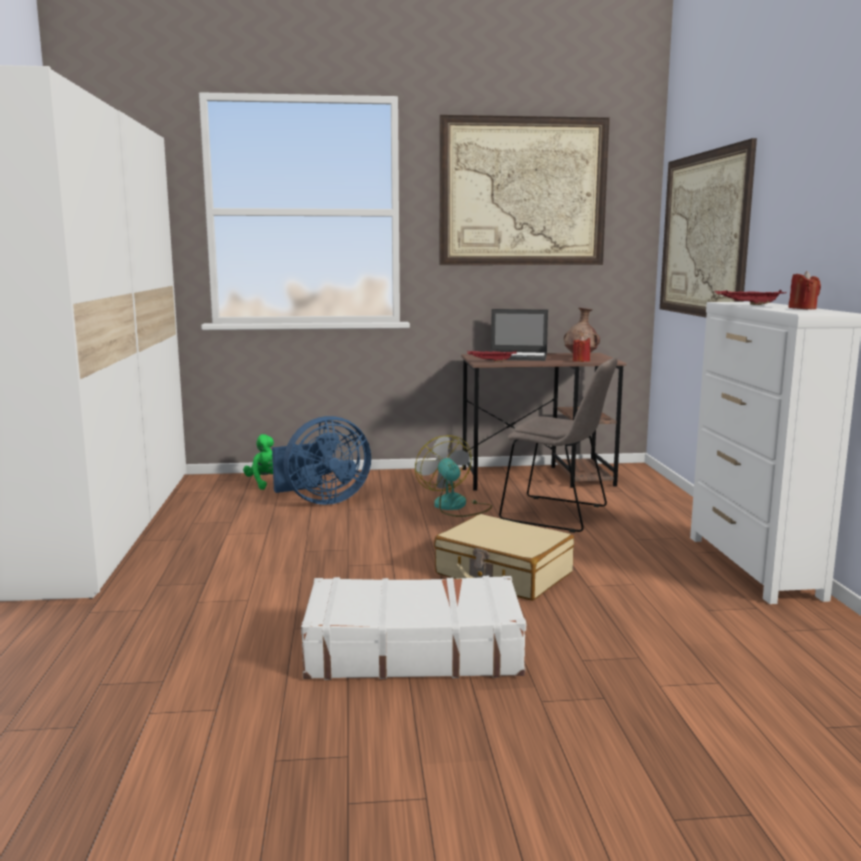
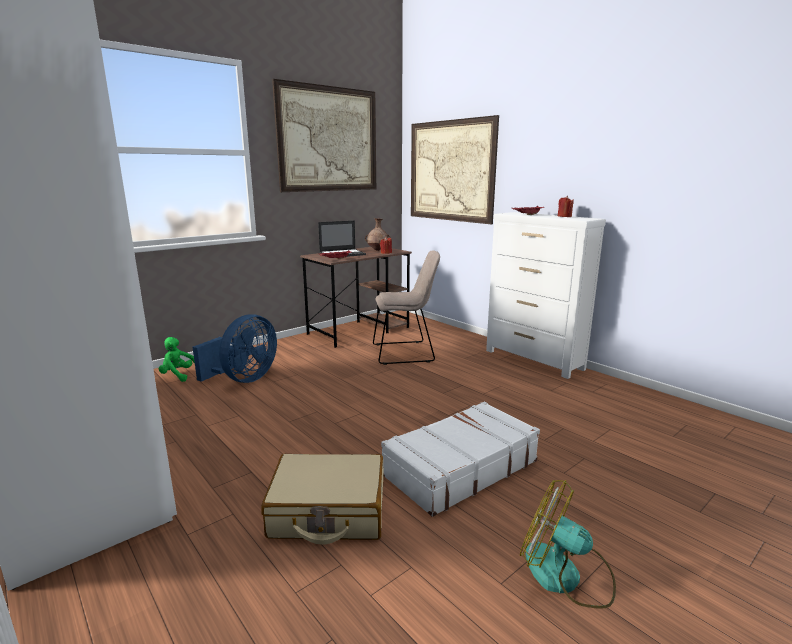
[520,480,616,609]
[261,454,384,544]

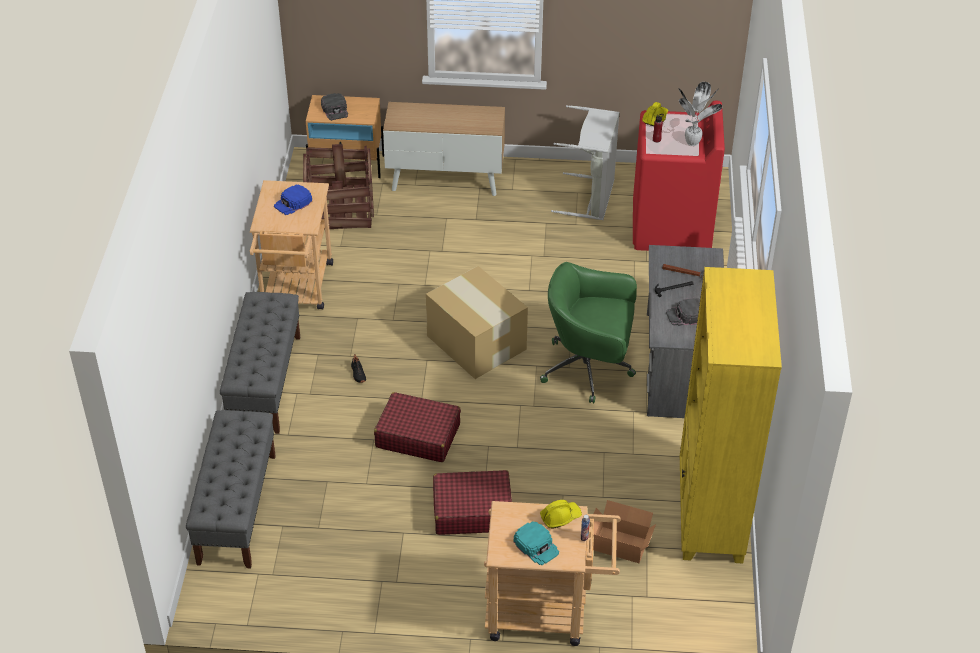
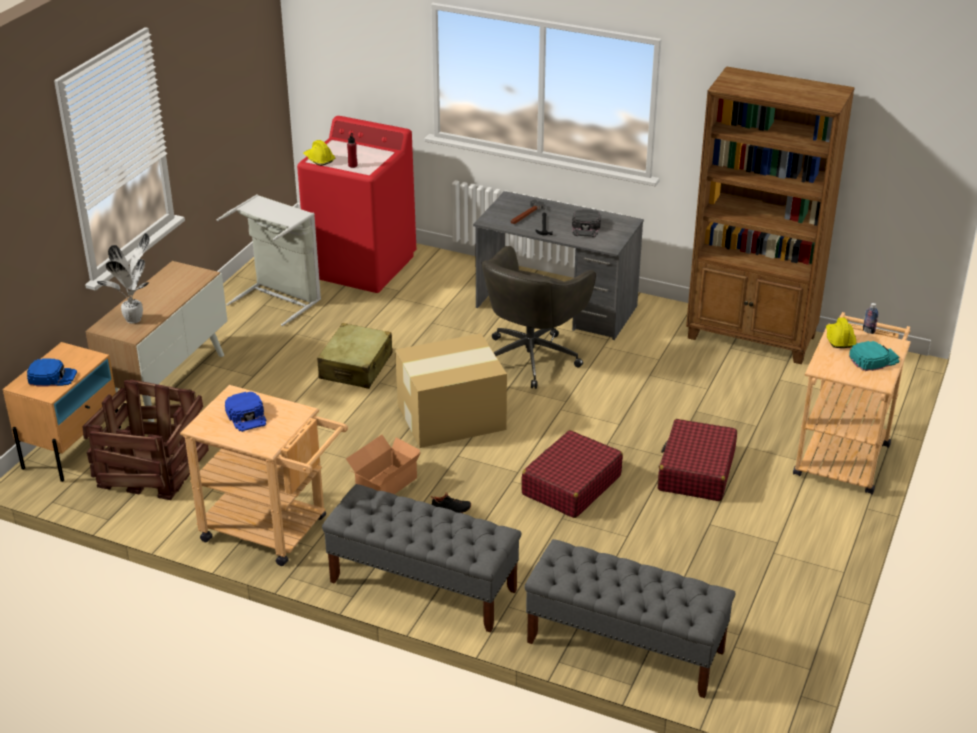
[27,358,77,387]
[482,246,596,389]
[346,435,421,494]
[97,233,150,324]
[686,66,855,364]
[317,323,393,389]

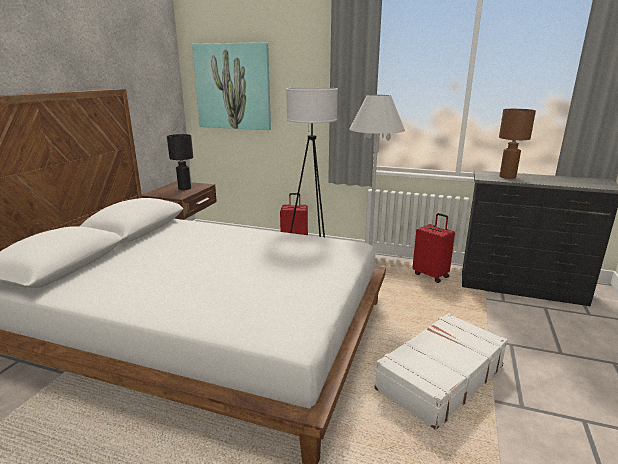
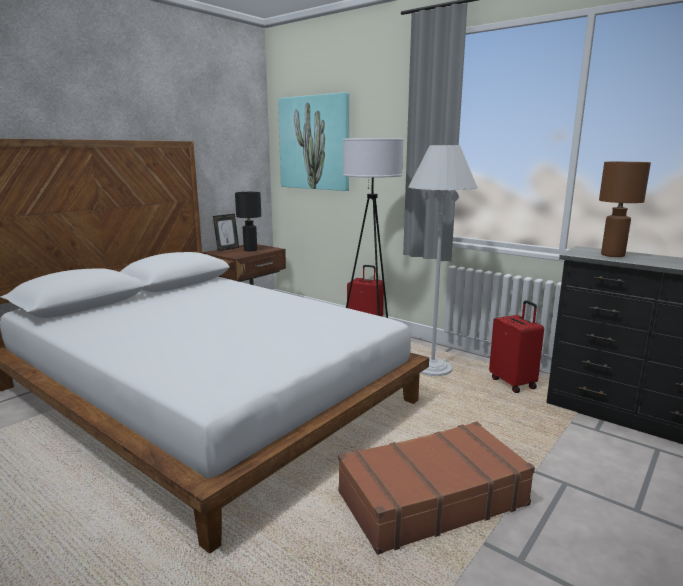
[338,421,535,555]
[213,214,239,251]

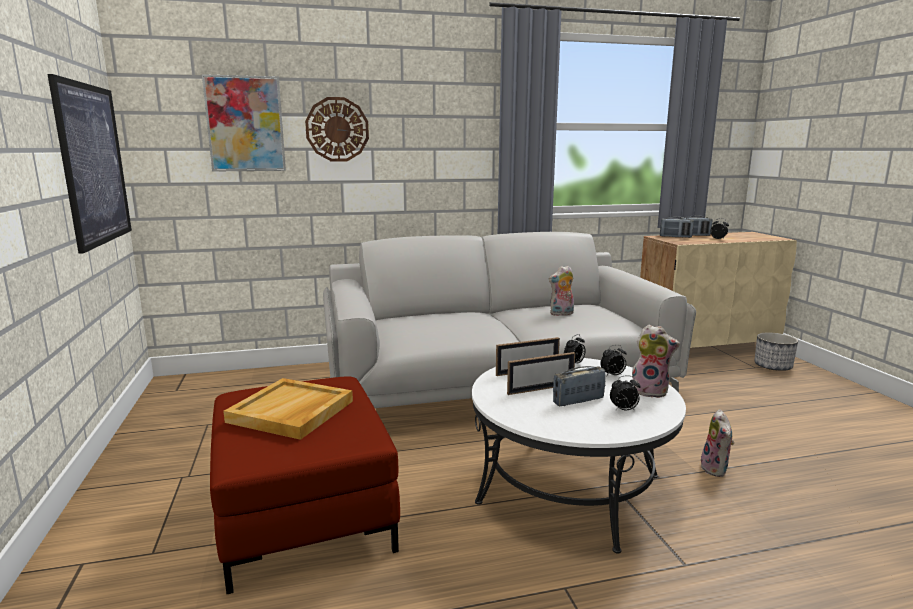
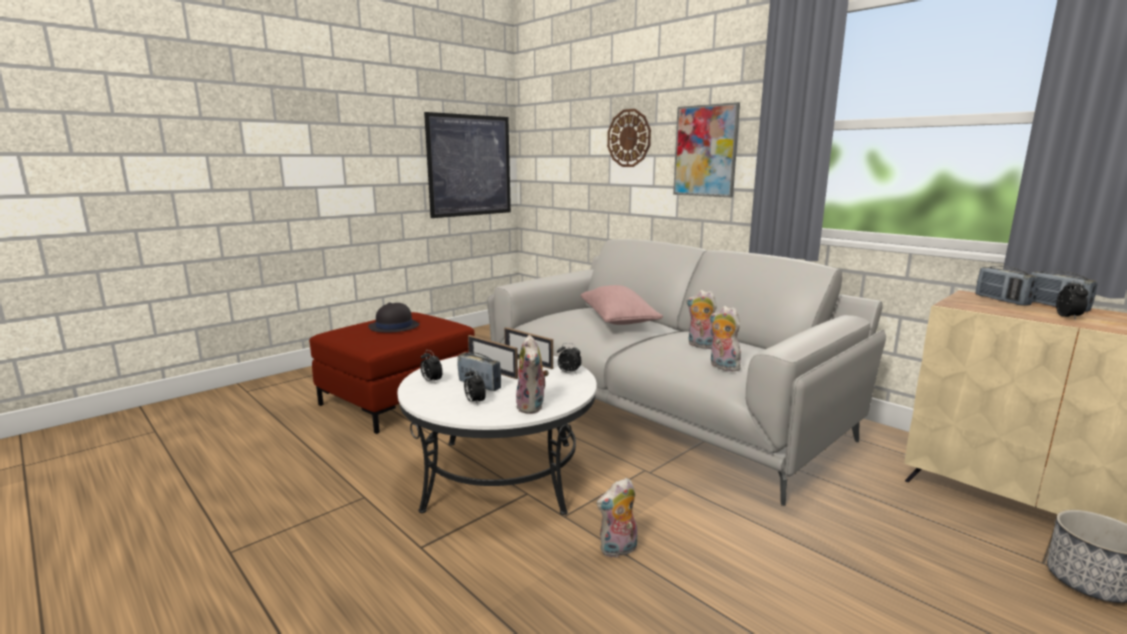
[673,102,740,197]
[368,303,420,333]
[420,350,443,384]
[580,285,663,325]
[709,306,742,372]

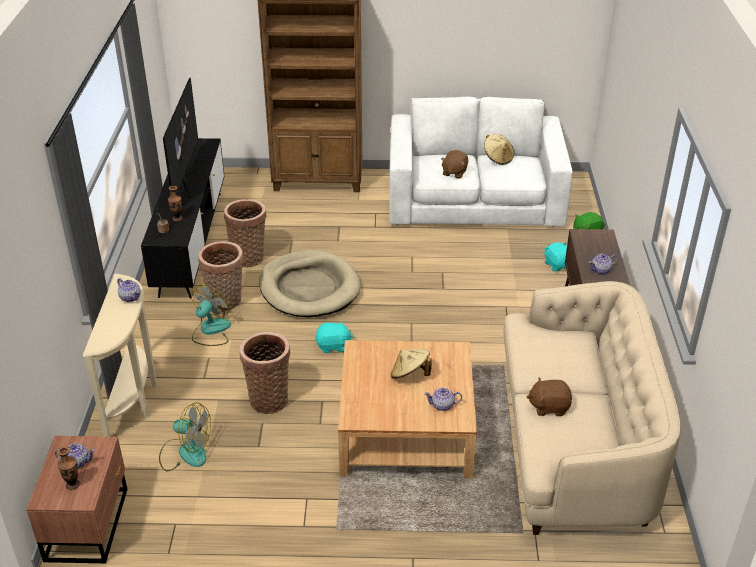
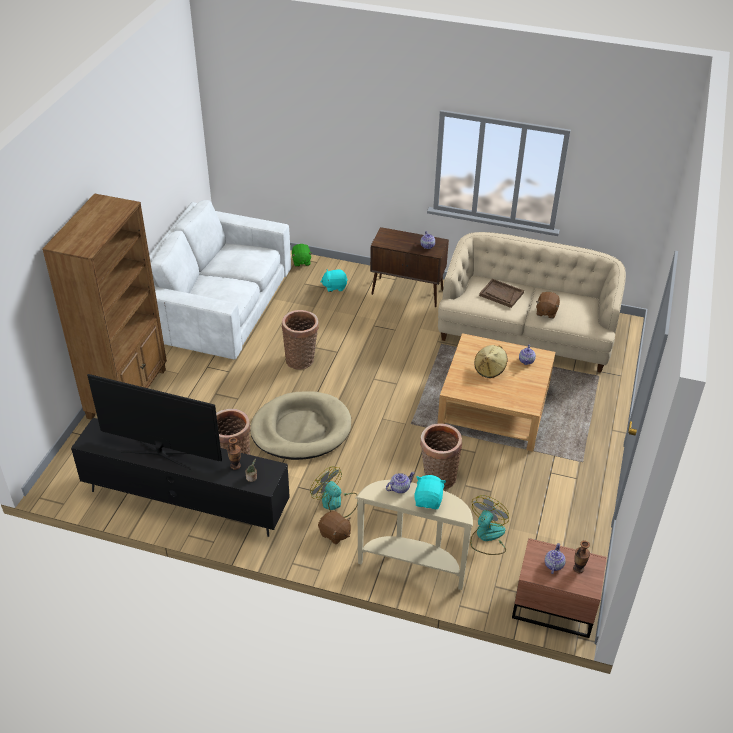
[282,310,319,370]
[414,475,446,509]
[318,511,351,544]
[484,134,514,165] (first image)
[479,279,524,308]

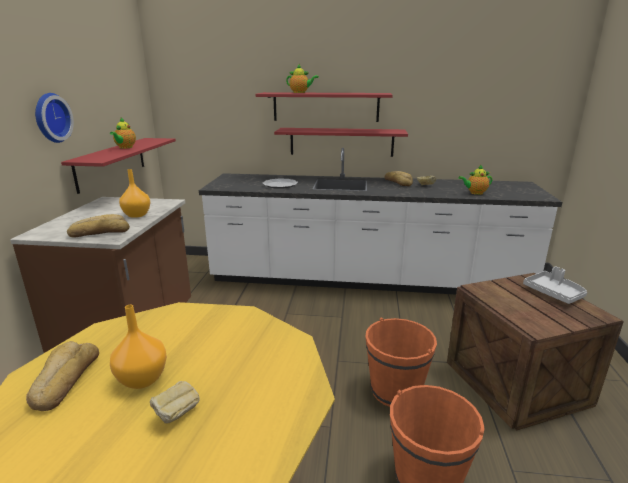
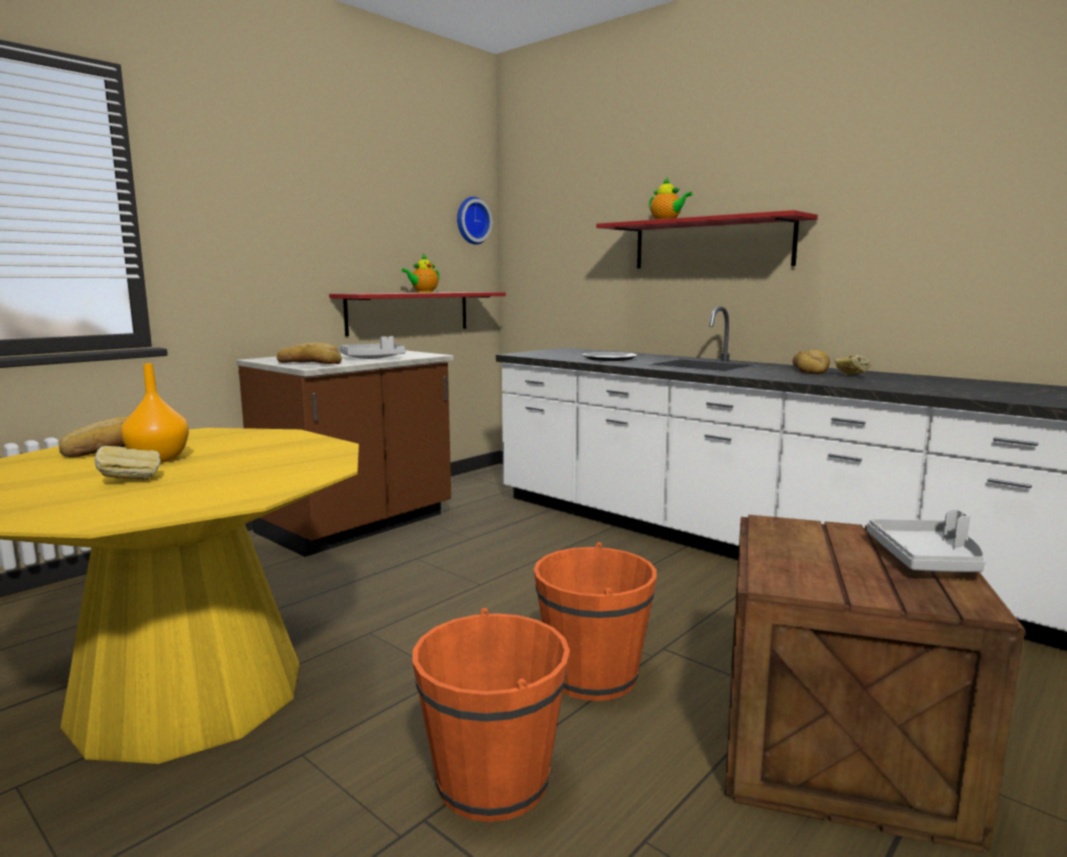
[457,197,493,245]
[339,336,405,359]
[274,128,408,157] (first image)
[458,164,492,195] (first image)

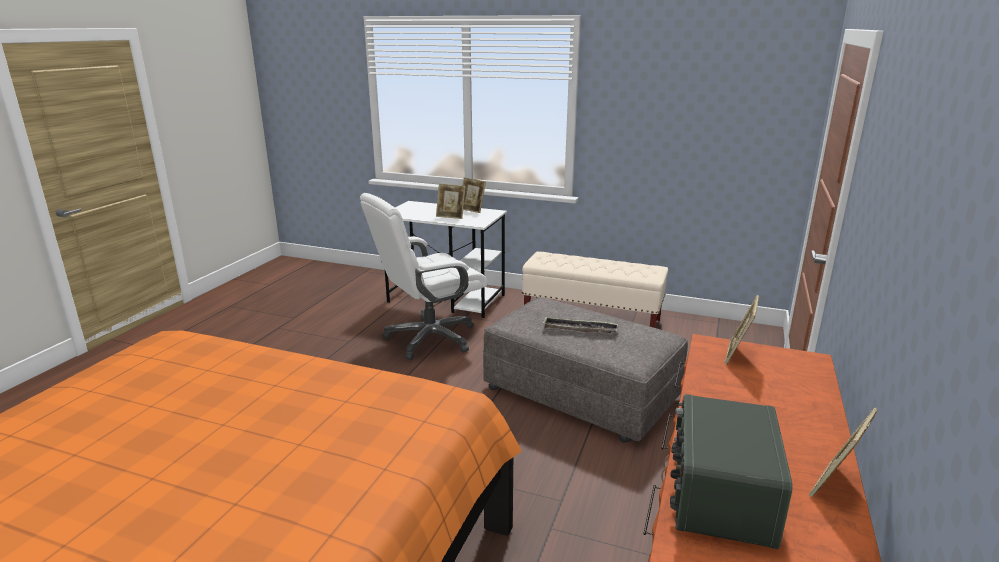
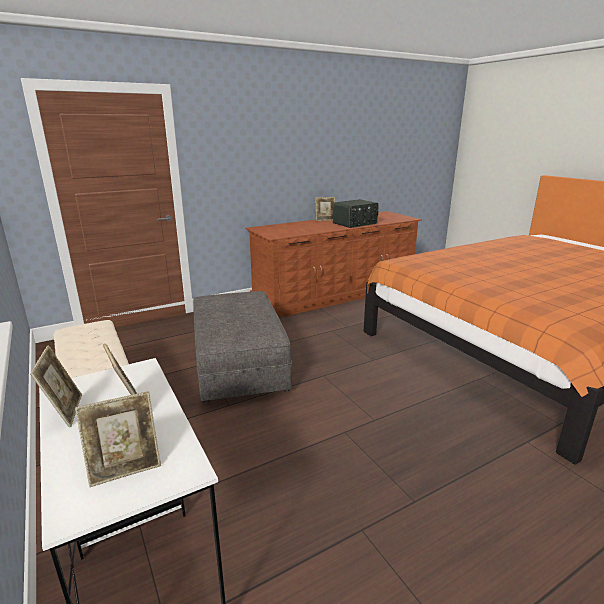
[360,193,488,360] (first image)
[543,317,618,333] (first image)
[75,391,161,488]

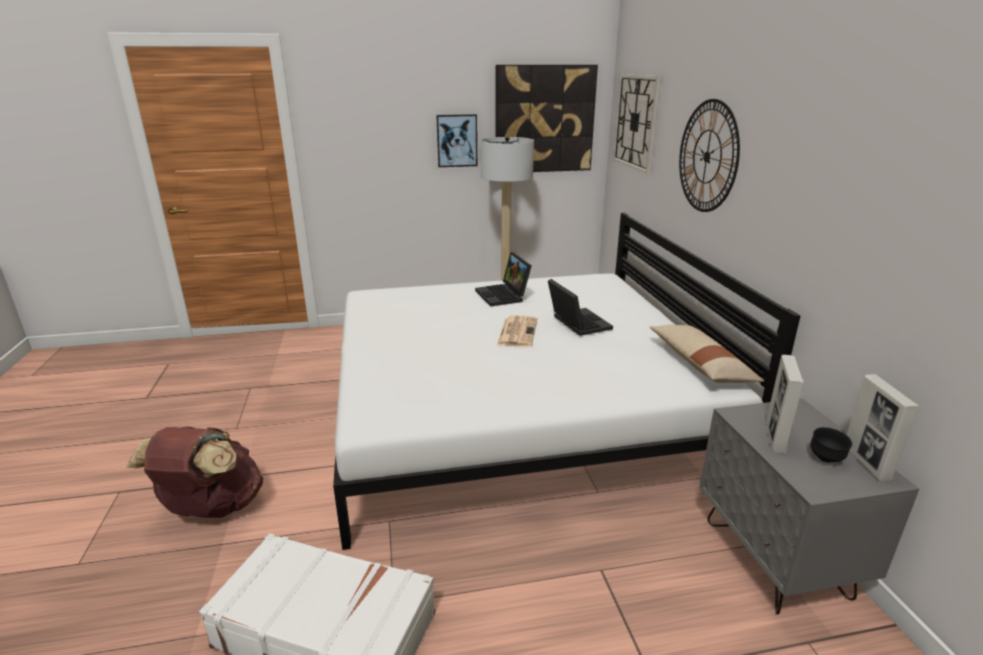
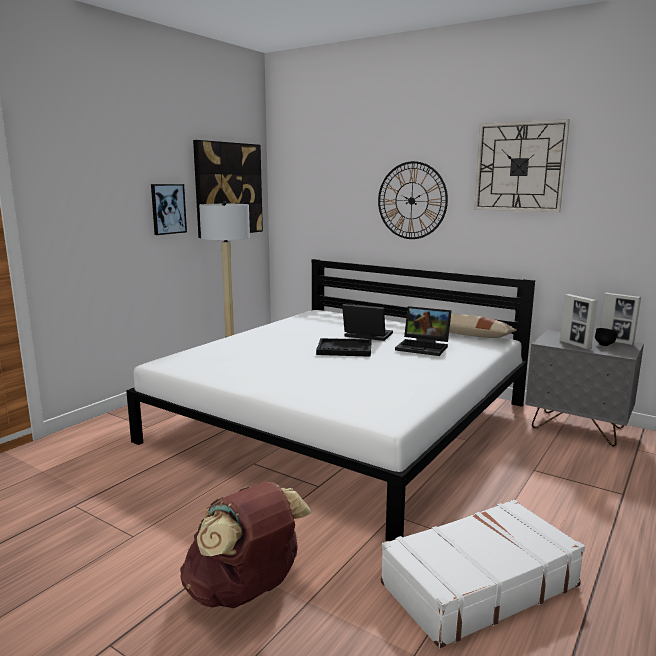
[395,306,451,356]
[316,338,371,357]
[474,119,570,212]

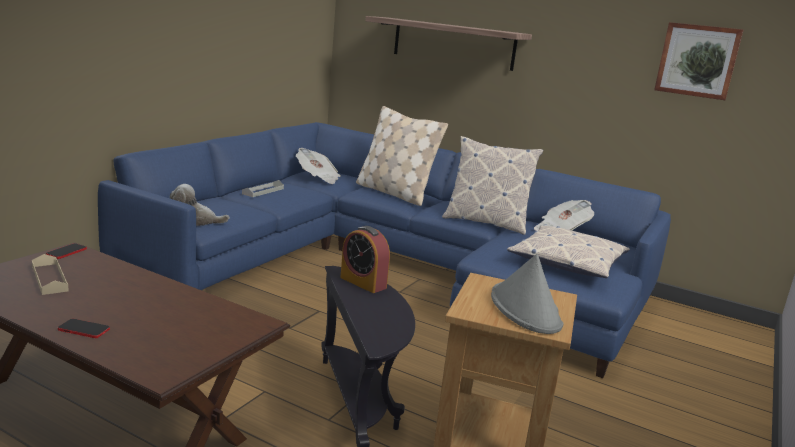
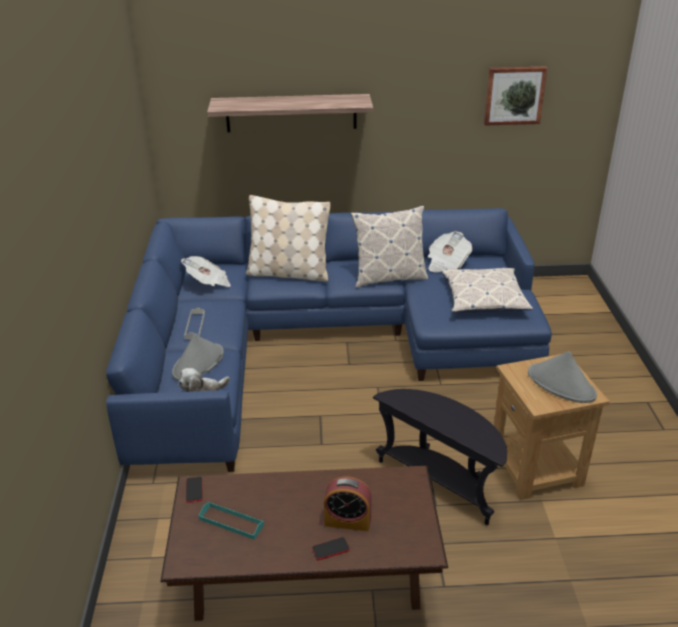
[199,502,264,540]
[324,477,372,531]
[172,334,224,381]

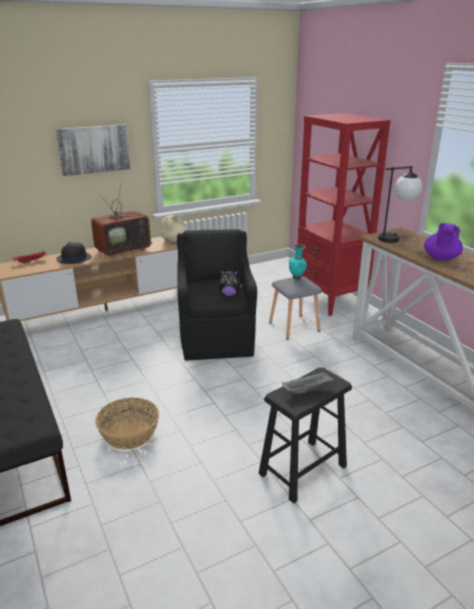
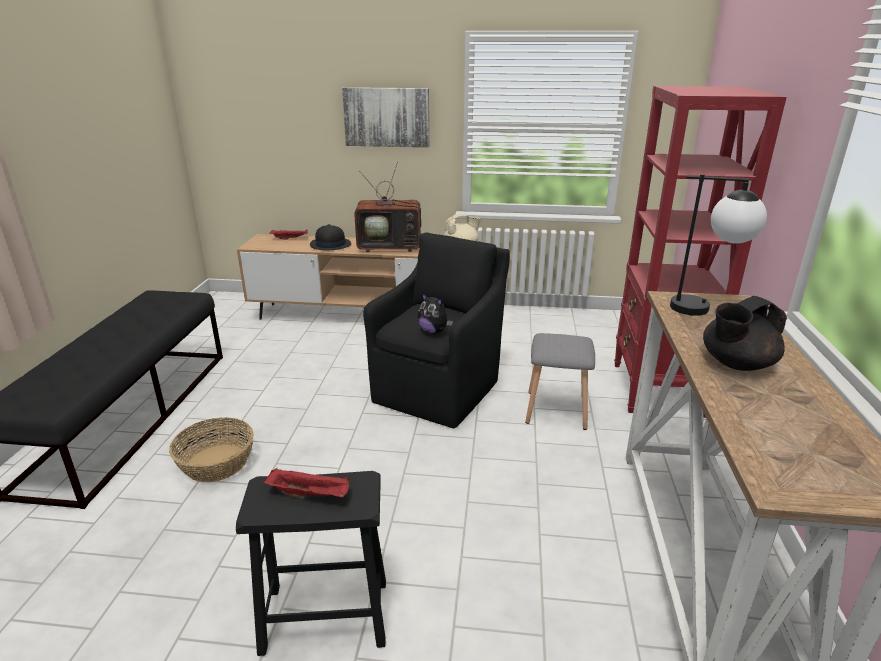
[263,468,350,499]
[289,244,307,279] (first image)
[703,296,787,371]

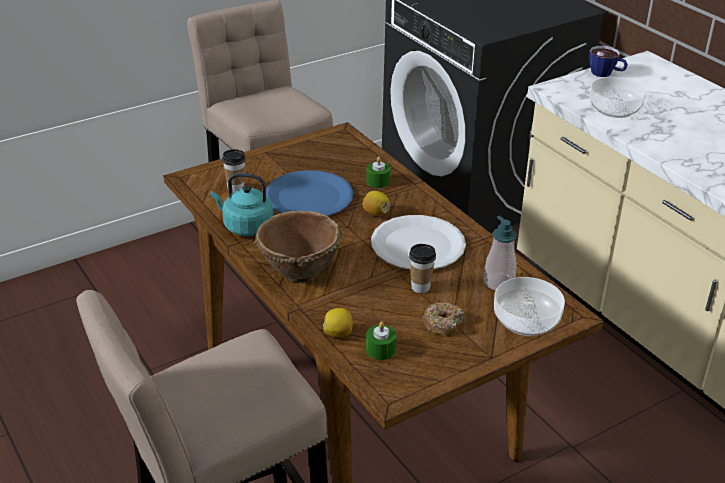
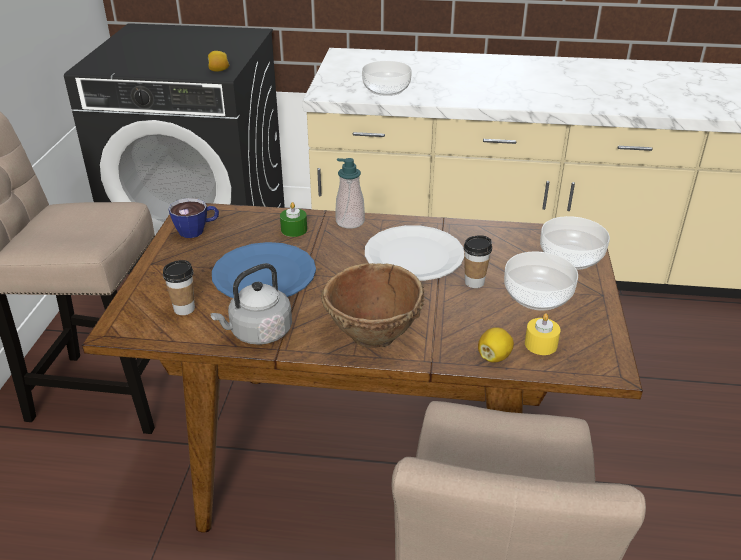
[210,263,292,345]
[208,51,230,72]
[525,313,561,355]
[504,251,578,311]
[335,158,365,229]
[168,198,219,238]

